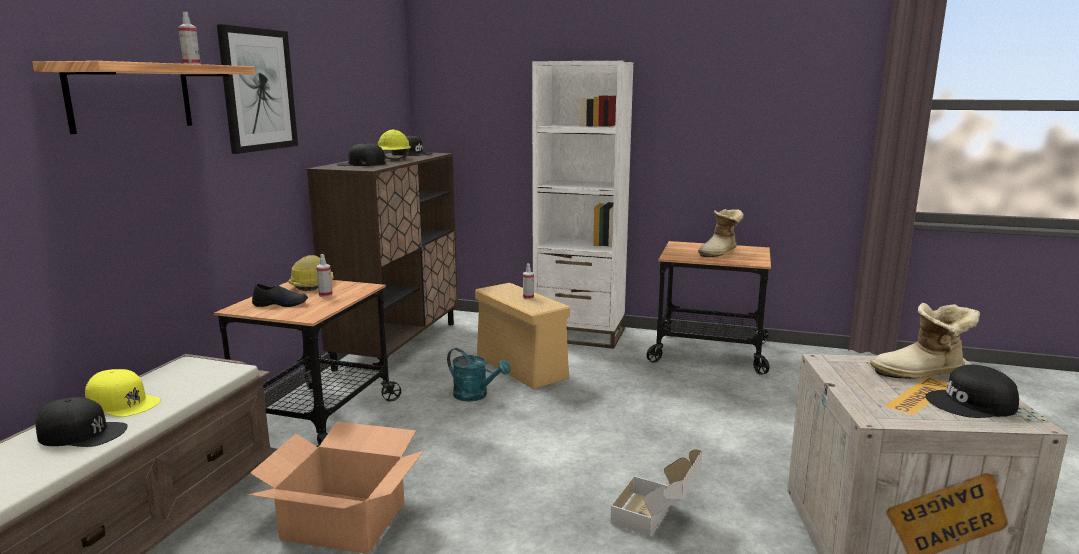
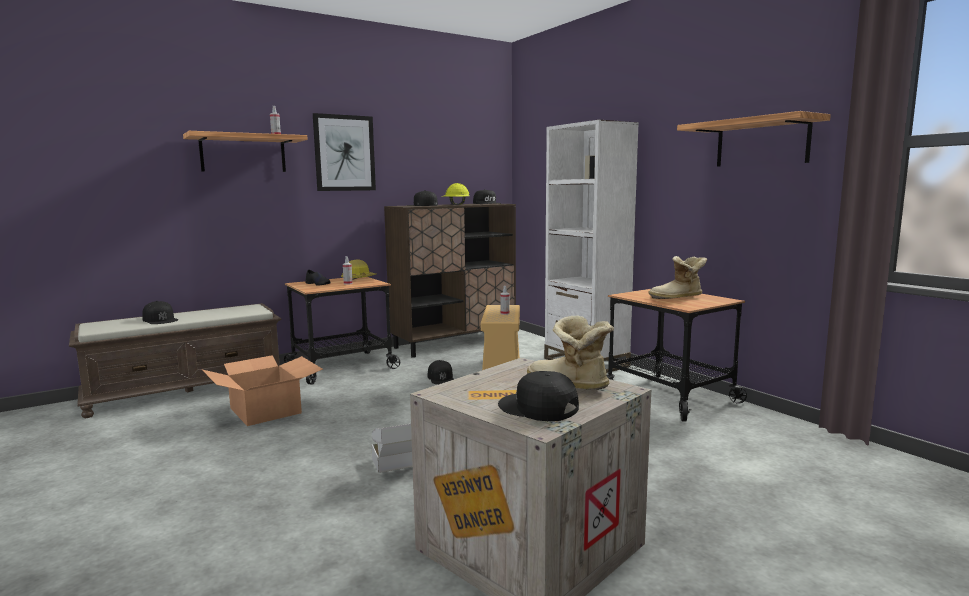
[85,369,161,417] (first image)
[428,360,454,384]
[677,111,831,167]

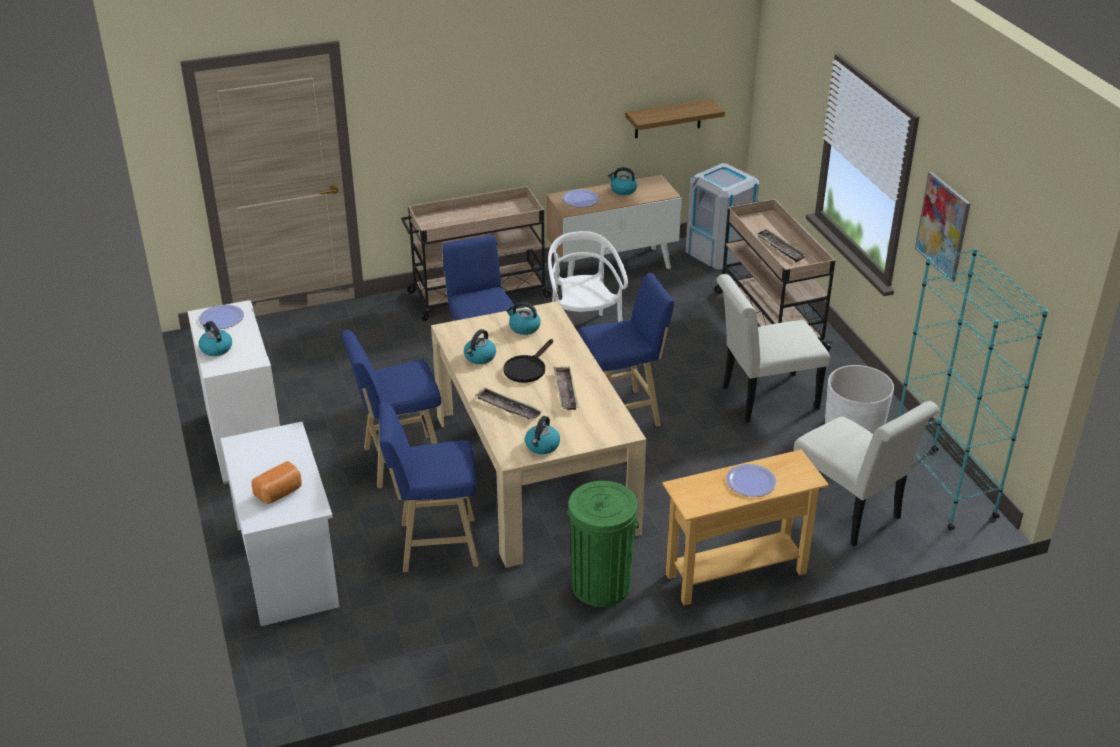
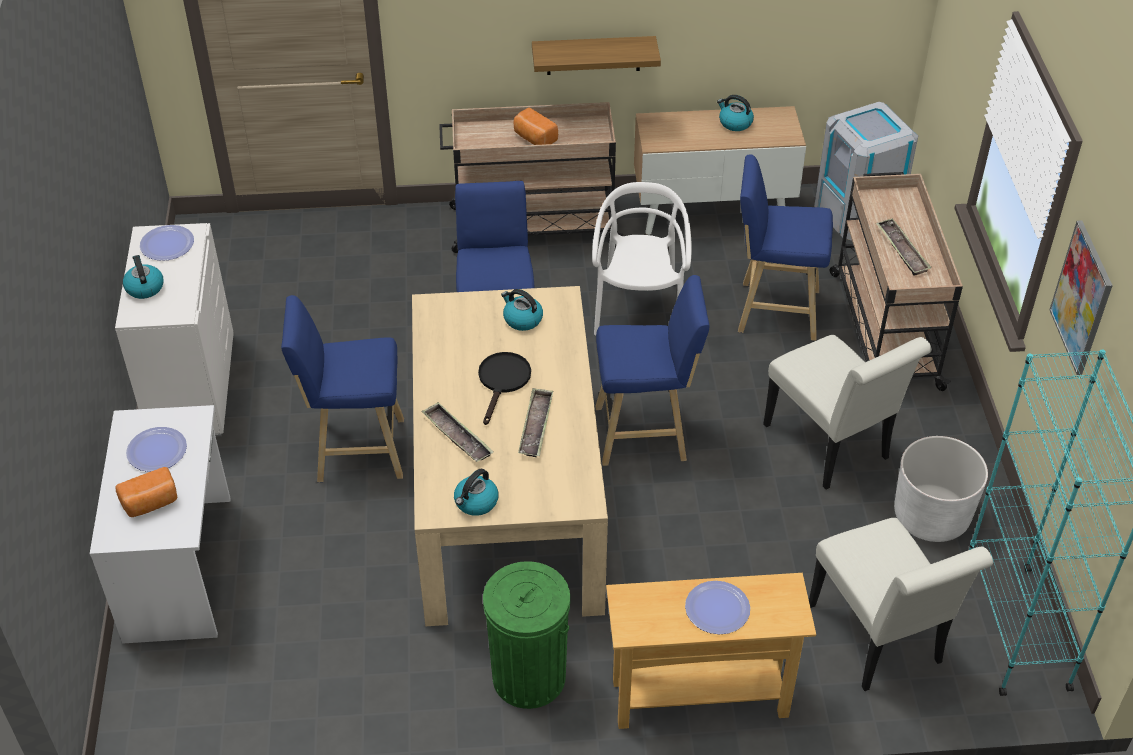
[738,154,833,341]
[464,329,496,364] (first image)
[478,352,531,425]
[126,427,187,472]
[532,36,661,75]
[763,335,932,490]
[514,107,558,145]

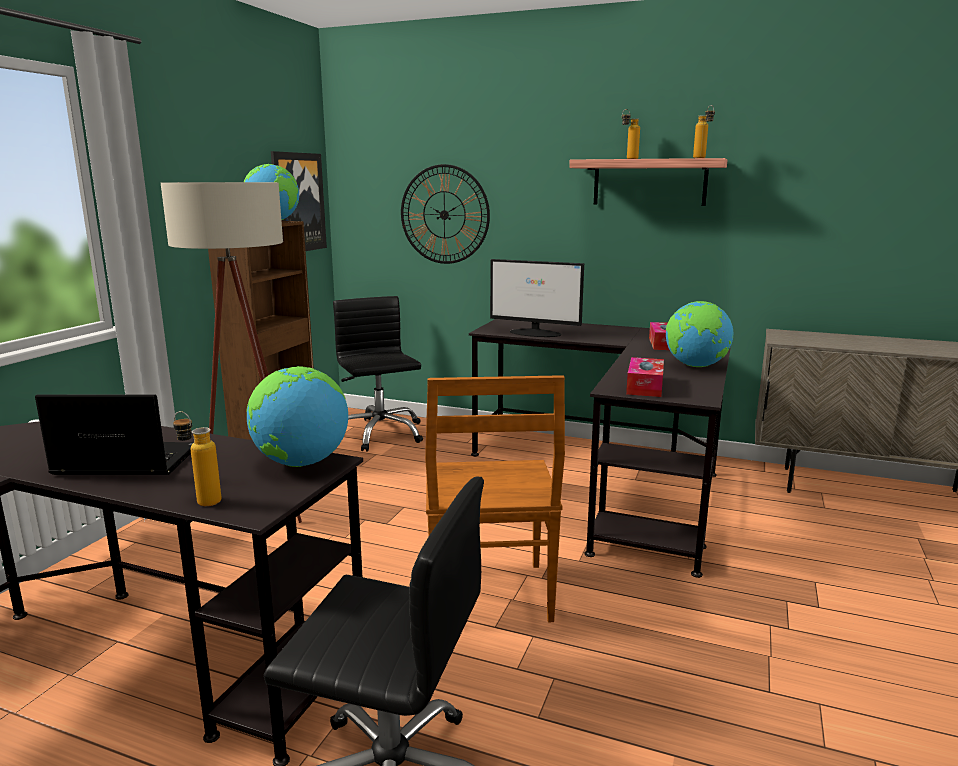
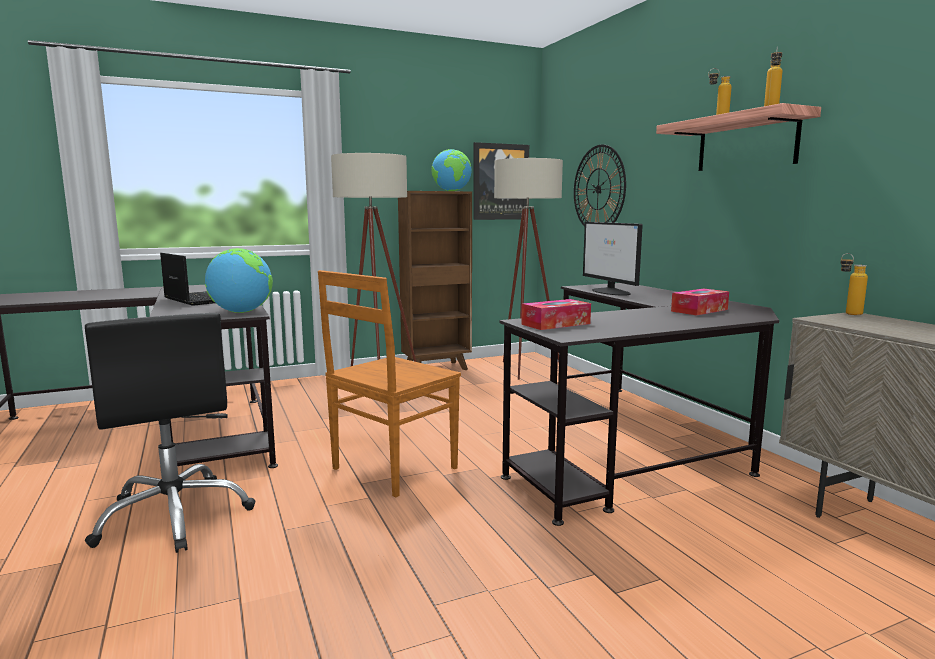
[841,253,868,315]
[494,158,563,380]
[666,301,733,367] (first image)

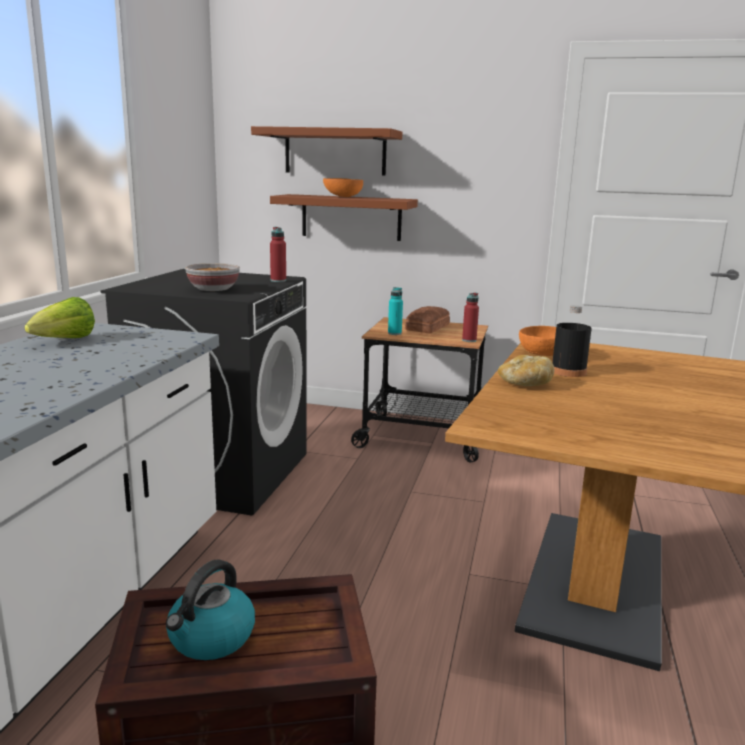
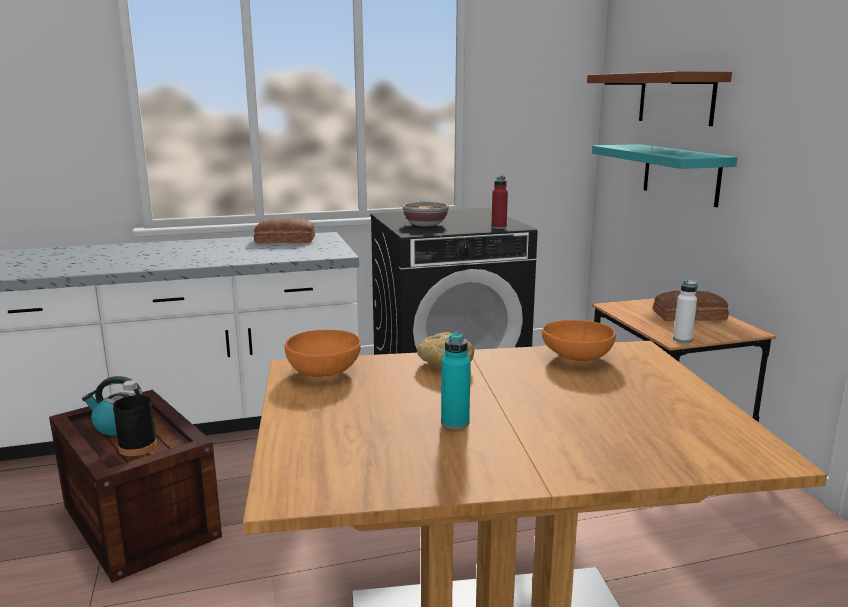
[254,218,315,244]
[592,144,737,207]
[285,330,361,377]
[441,332,471,430]
[673,280,698,343]
[113,381,157,456]

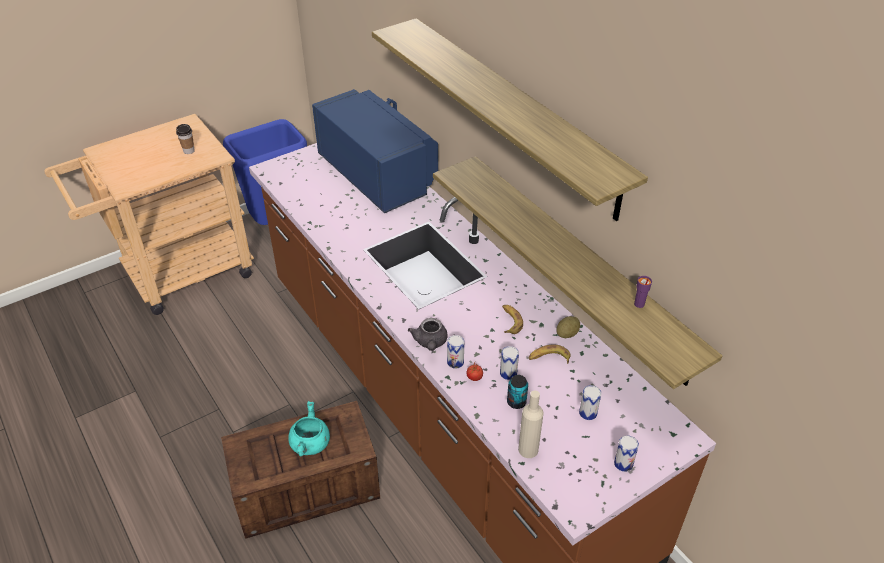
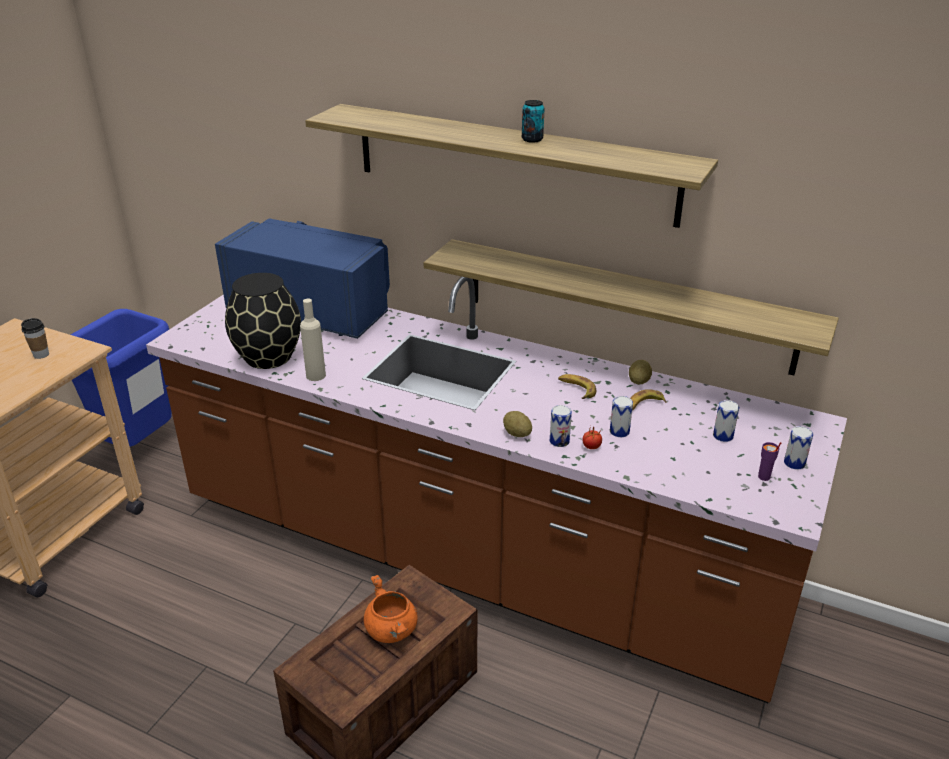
[364,575,418,643]
[503,411,532,437]
[522,100,545,143]
[300,299,326,381]
[758,442,781,481]
[225,273,301,369]

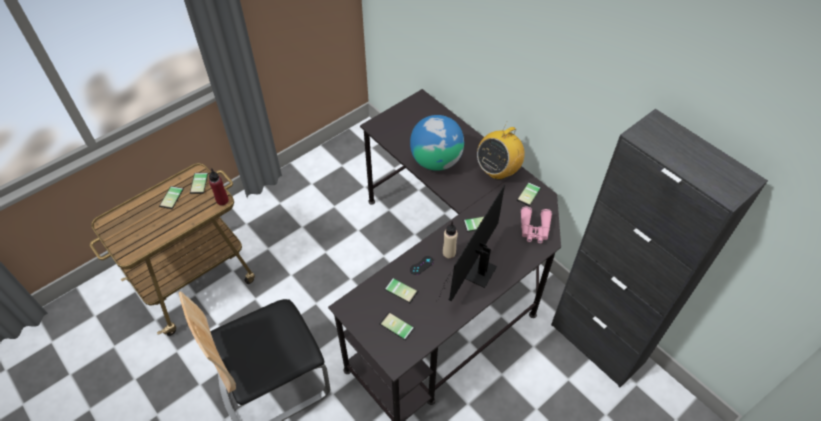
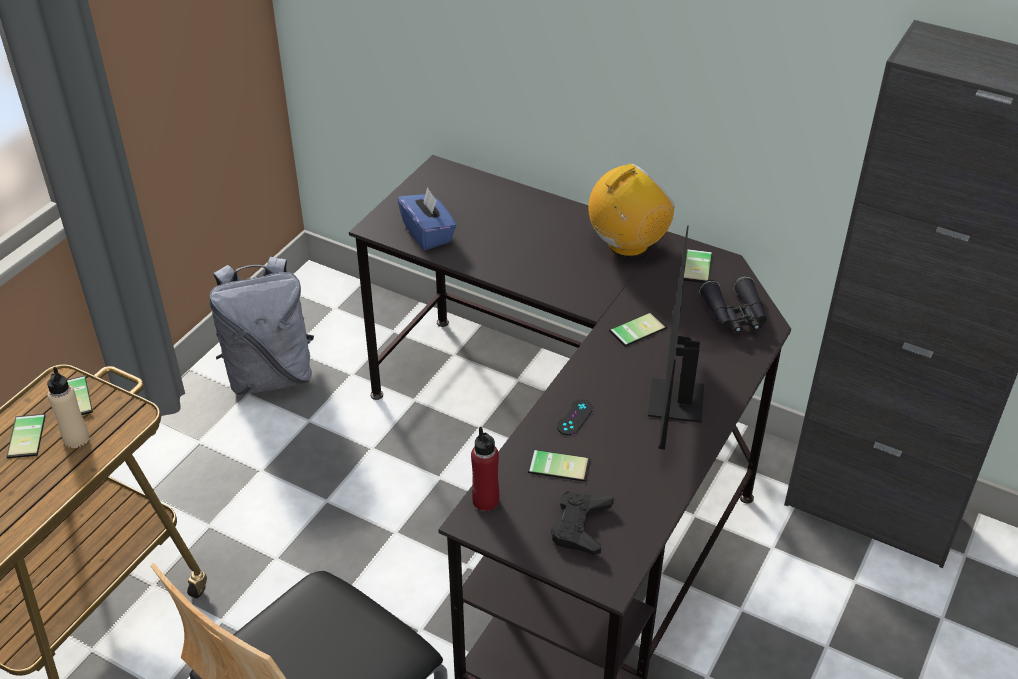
[471,427,499,511]
[551,492,614,555]
[410,115,464,171] (first image)
[47,367,89,448]
[589,164,675,257]
[699,276,767,333]
[209,257,314,395]
[398,187,456,250]

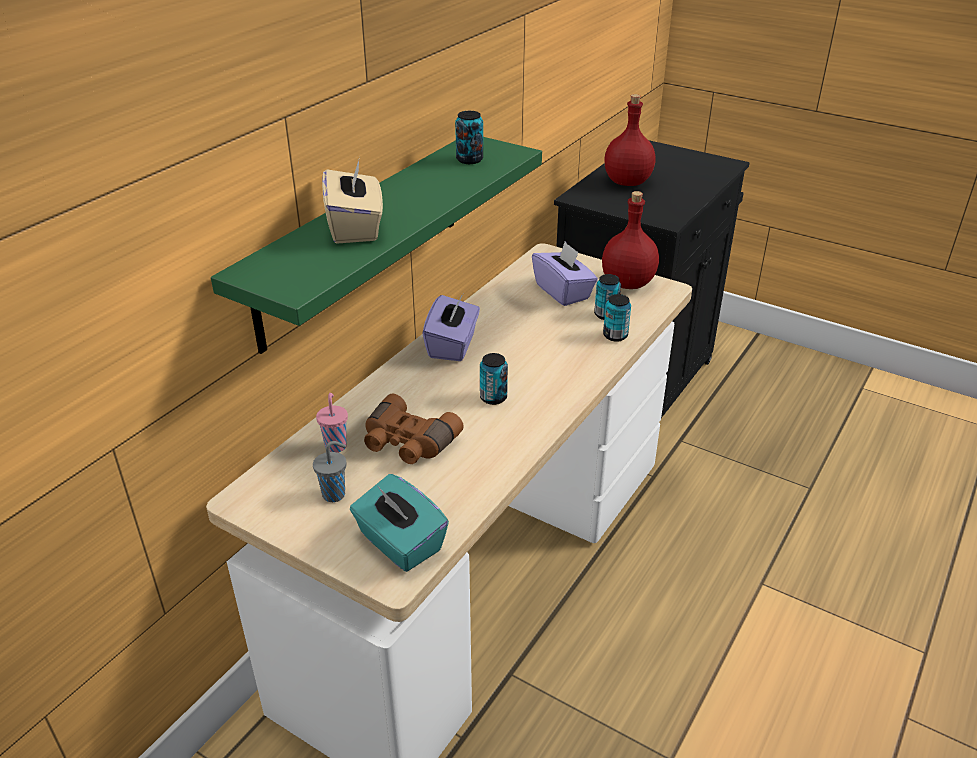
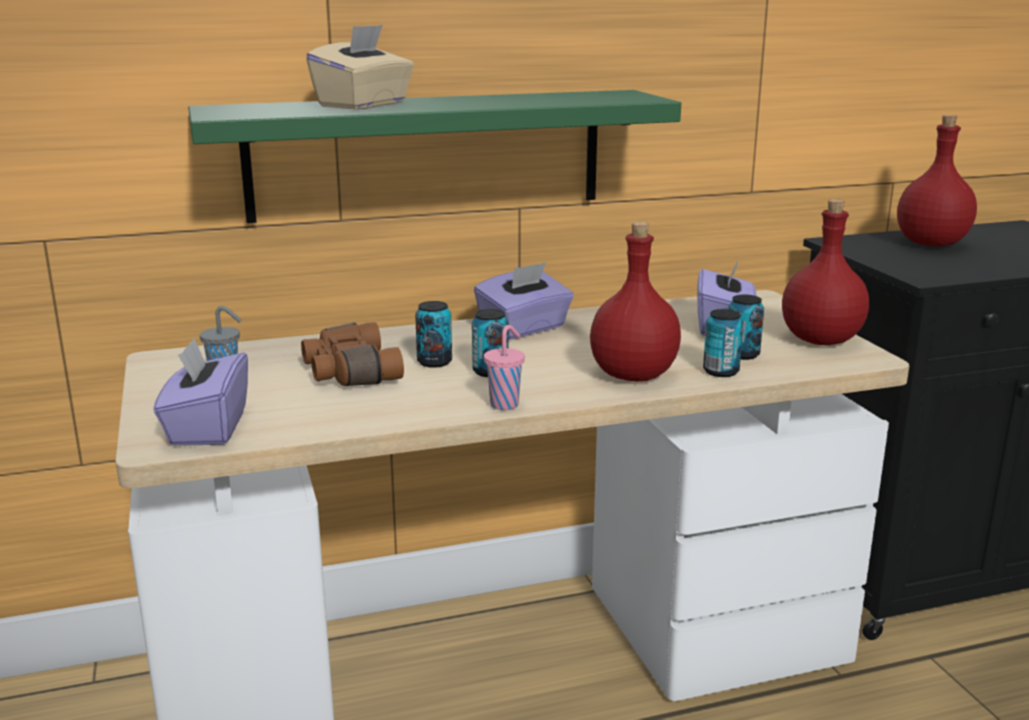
[484,325,525,410]
[153,338,248,446]
[415,301,452,368]
[590,222,681,382]

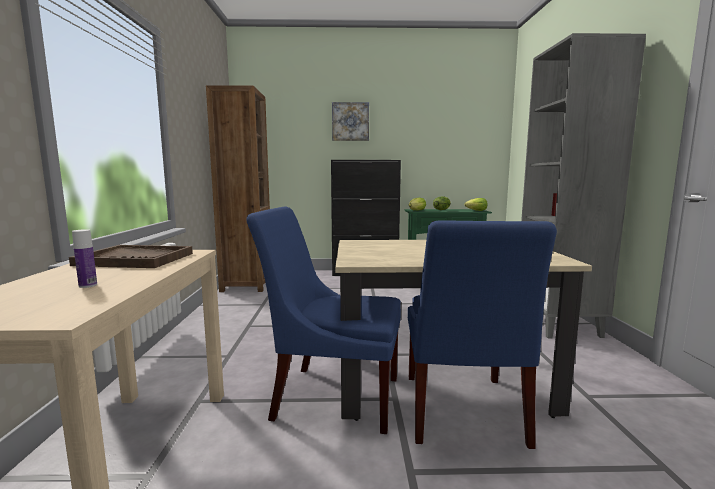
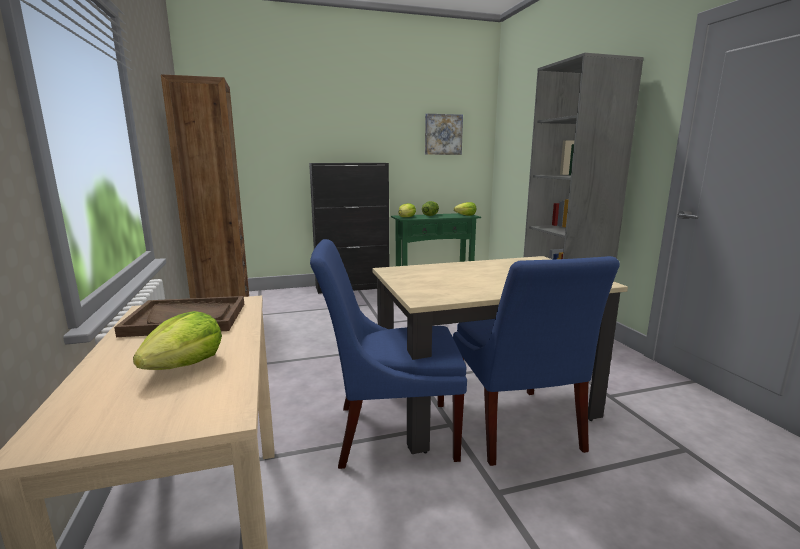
[133,311,222,370]
[425,114,463,155]

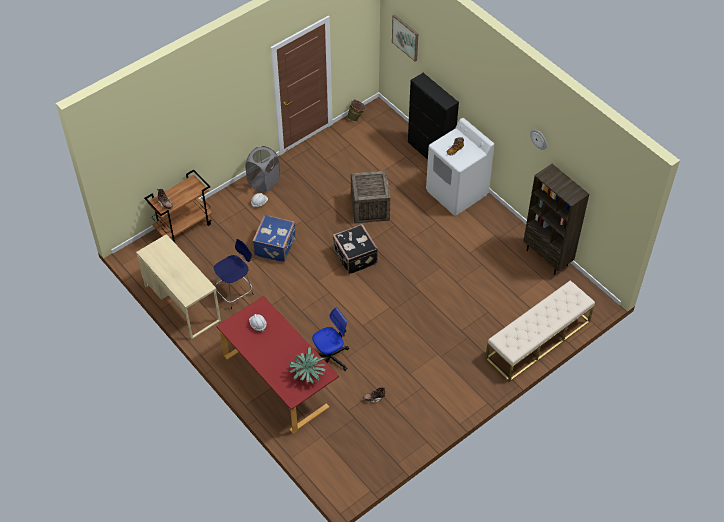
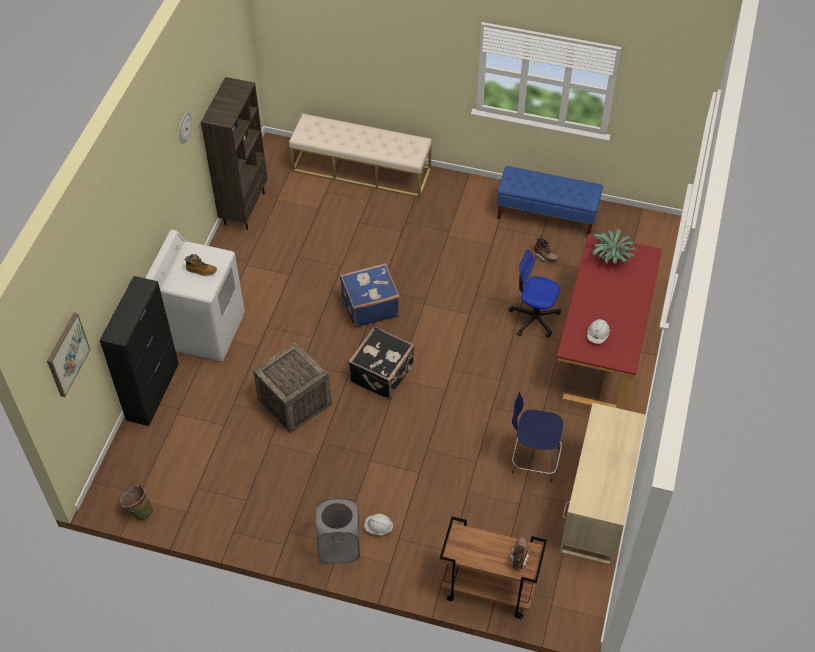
[340,263,400,328]
[497,166,603,235]

